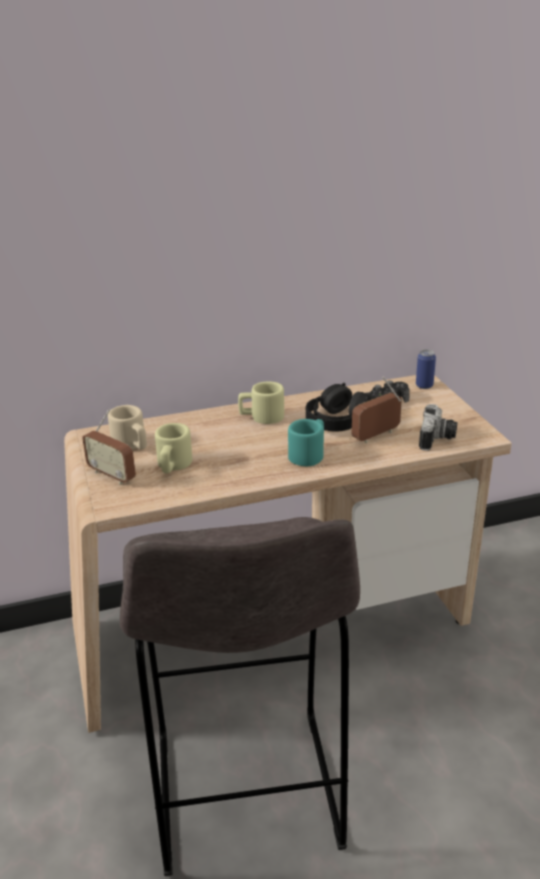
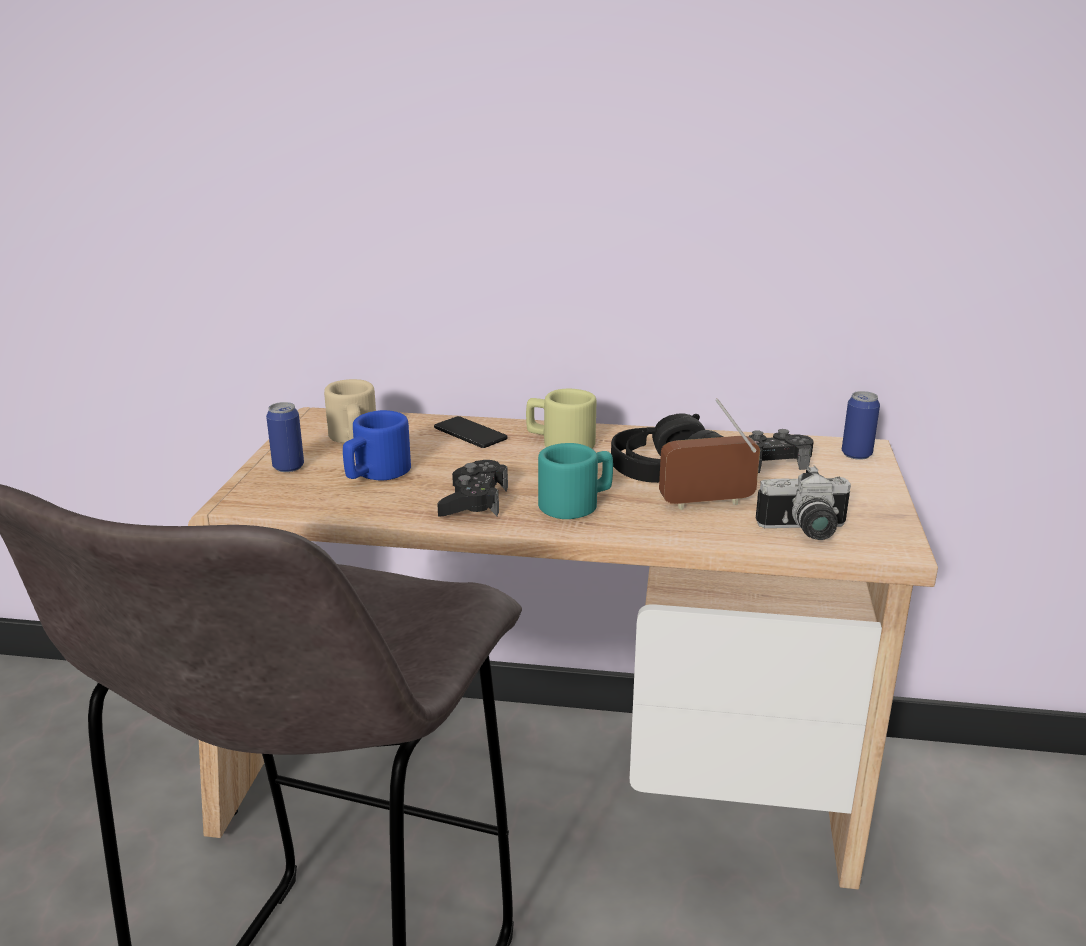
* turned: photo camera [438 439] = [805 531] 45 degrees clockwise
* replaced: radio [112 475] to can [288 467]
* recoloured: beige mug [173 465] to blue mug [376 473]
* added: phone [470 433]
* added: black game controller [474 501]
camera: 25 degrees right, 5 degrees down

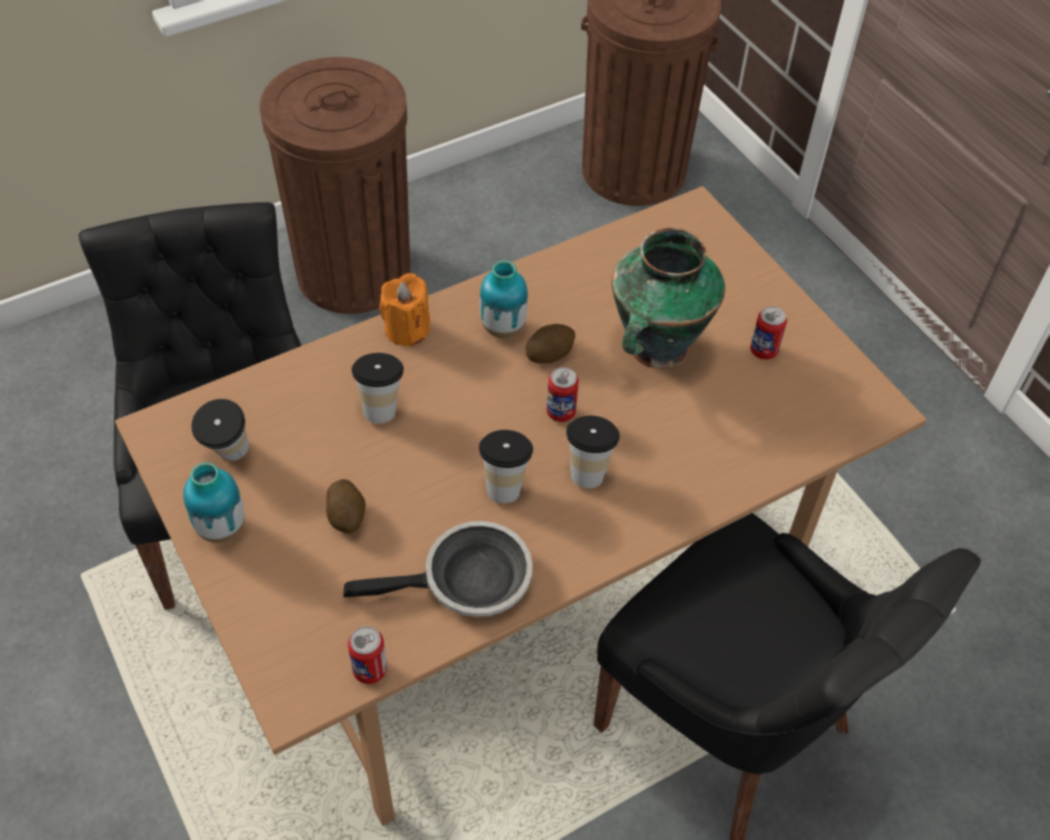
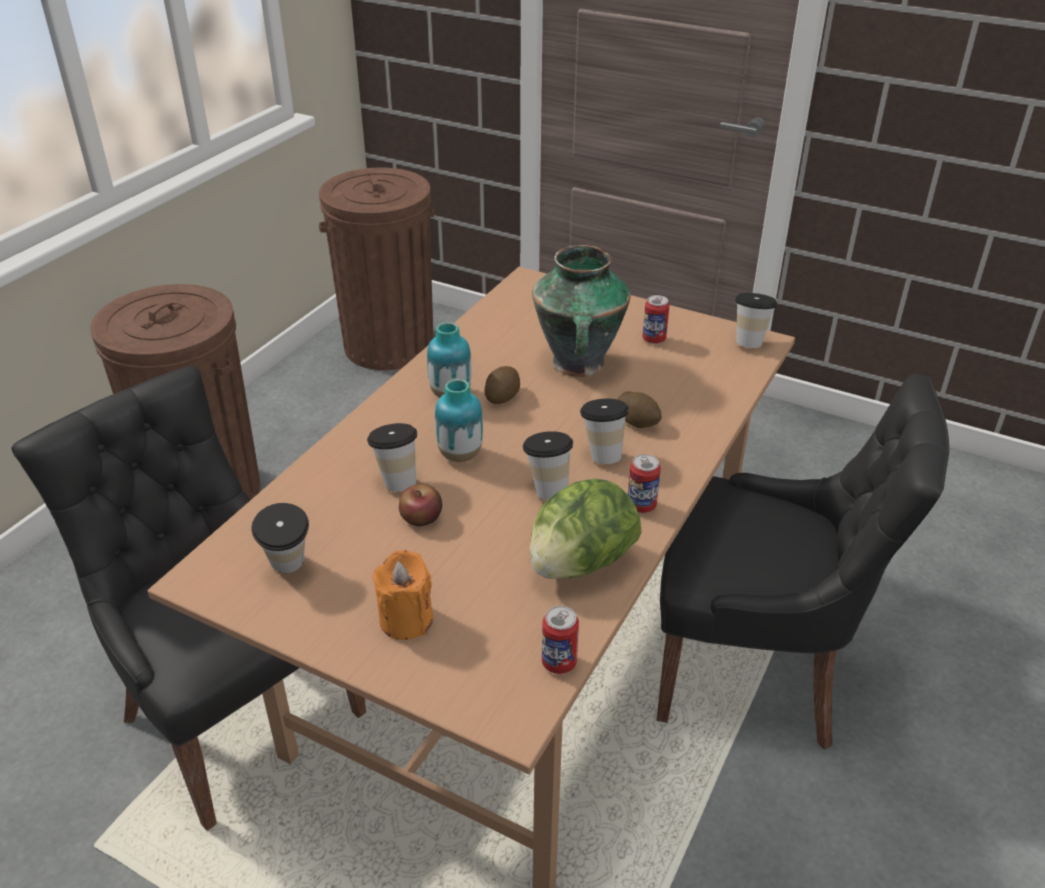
* moved: orange candle [407 329] to [406 620]
* moved: can [561 412] to [641 505]
* moved: vase [221 528] to [460 455]
* moved: potato [347 516] to [637 421]
* replaced: frying pan [468 581] to lettuce [580 563]
* added: cup [749 341]
* added: apple [421 518]
camera: 30 degrees left, 15 degrees down

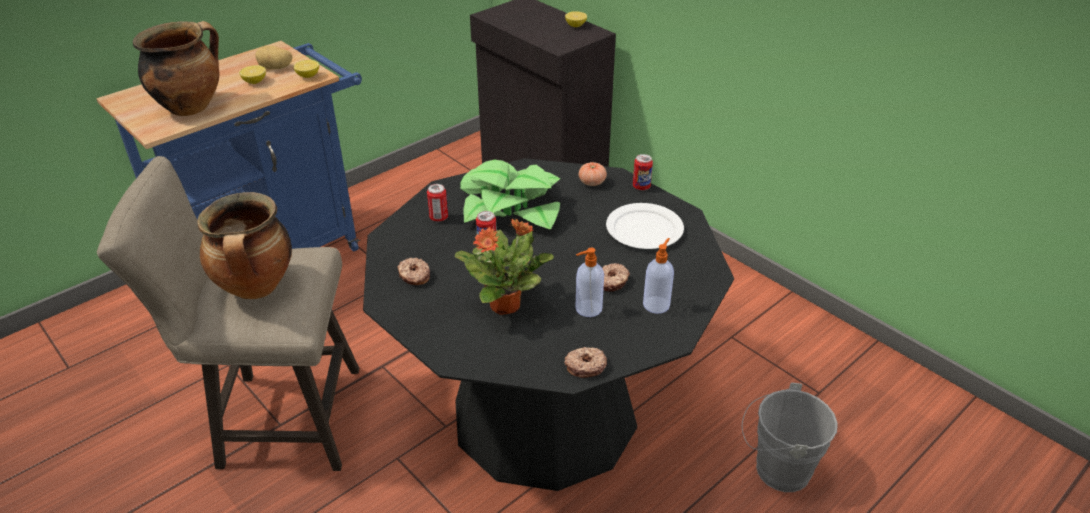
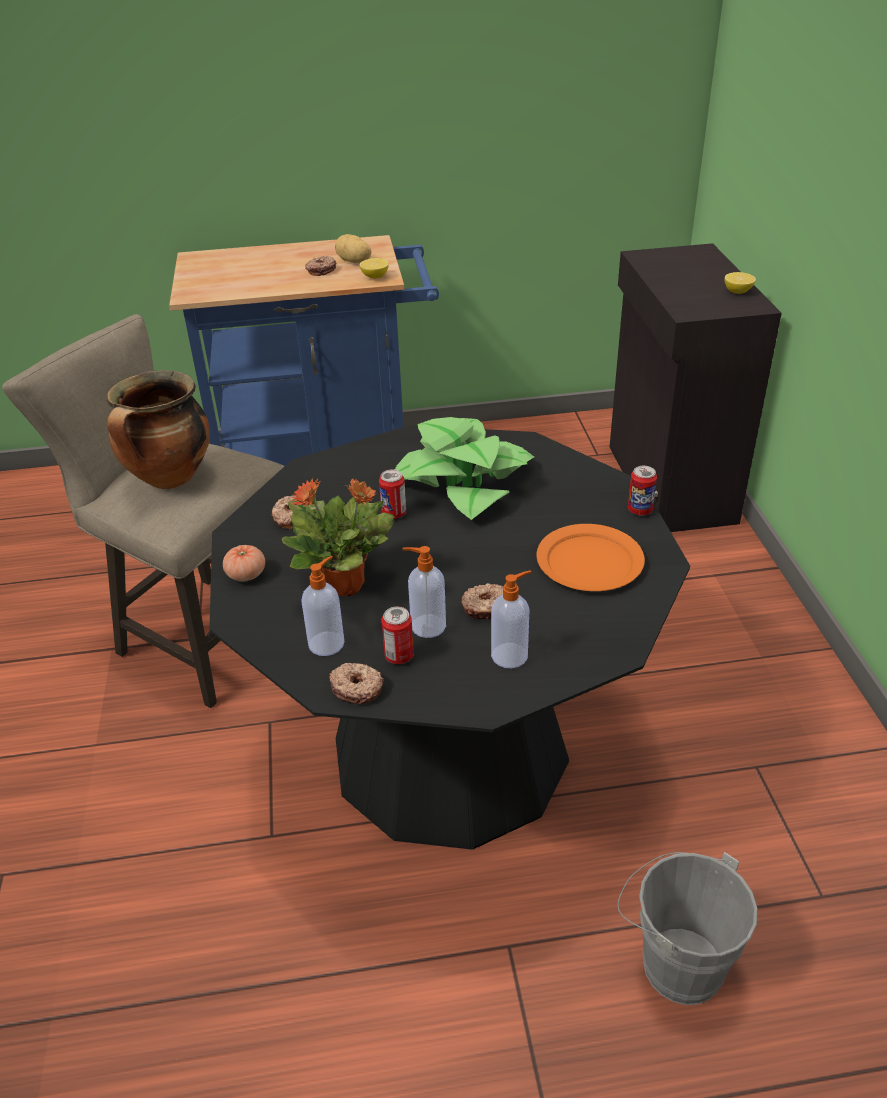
* removed: cooking pot [191 106]
* replaced: lemon [255 82] to donut [321 270]
* moved: tomato [592 182] to [246 574]
* moved: can [439 217] to [399 656]
* recoloured: white plate [643 229] to orange plate [589 561]
* added: soap dispenser [327 643]
camera: 35 degrees right, 0 degrees up

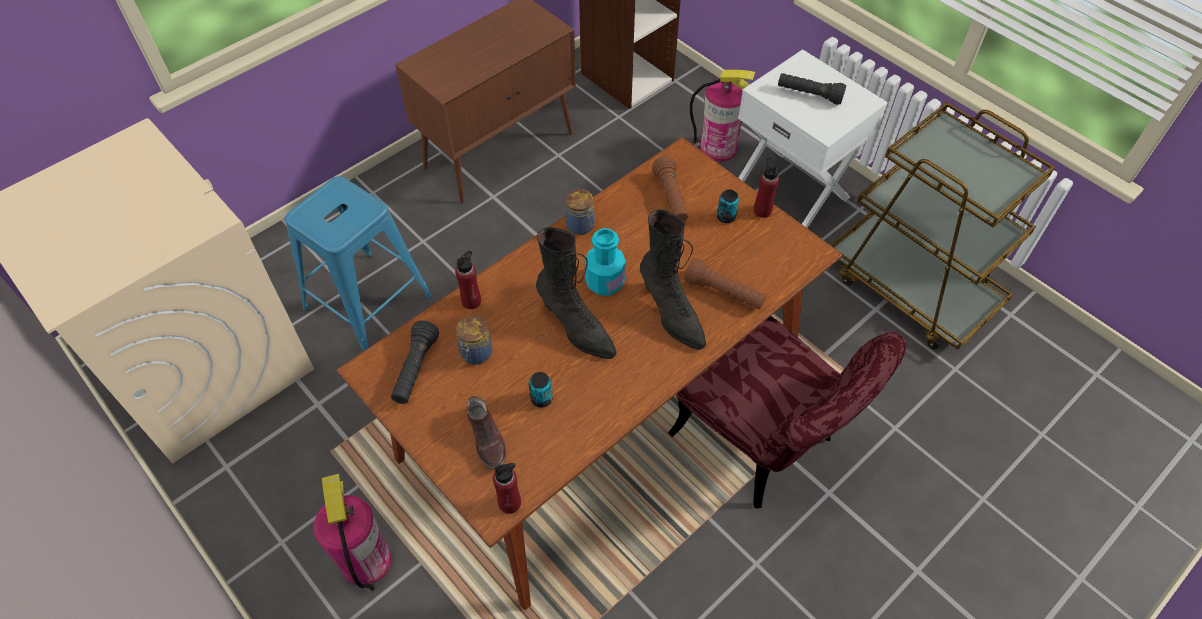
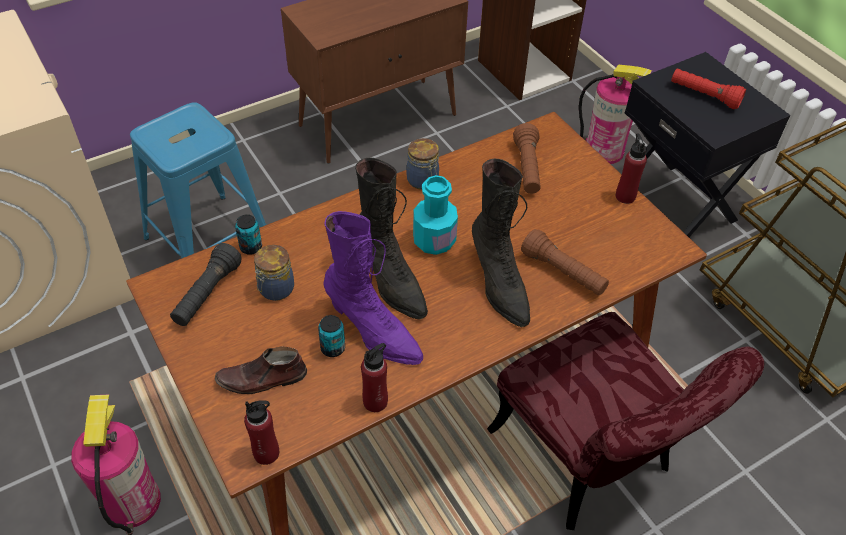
* recoloured: white nightstand [791 193] to black nightstand [674 206]
* recoloured: black flashlight [809 95] to red flashlight [704 96]
* moved: can [726 217] to [251 247]
* moved: red bottle [471 301] to [375 401]
* turned: brown shoe [487 438] = [262 379] 90 degrees clockwise
* added: purple boot [373 332]
camera: 10 degrees right, 5 degrees down

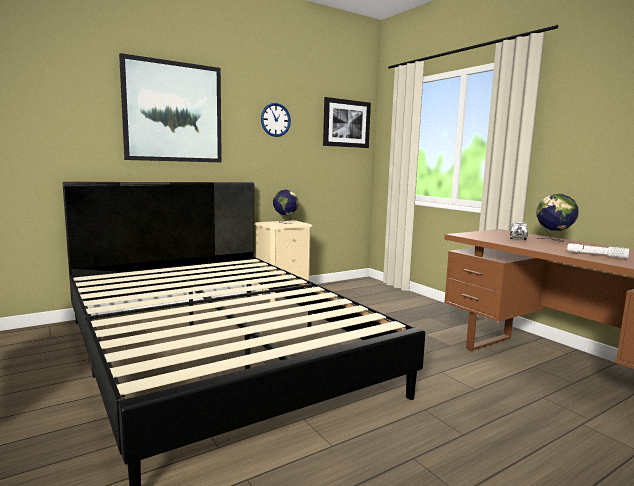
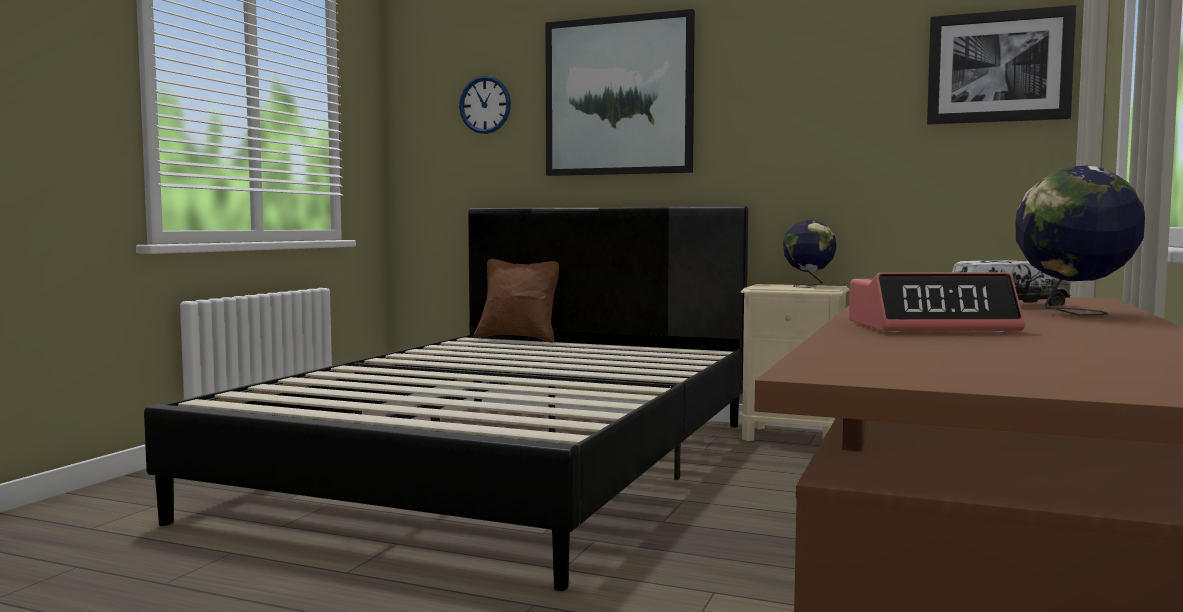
* moved: wall clock [275 120] to [485 105]
* replaced: white flashlight [596 255] to alarm clock [931 327]
* added: brown pillow [519 339]
camera: 55 degrees right, 5 degrees down

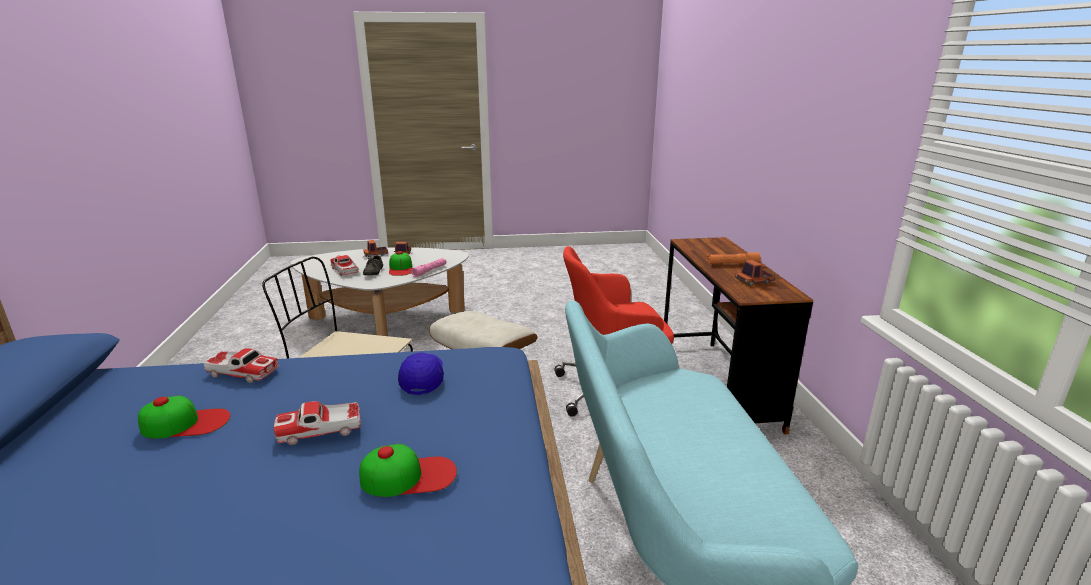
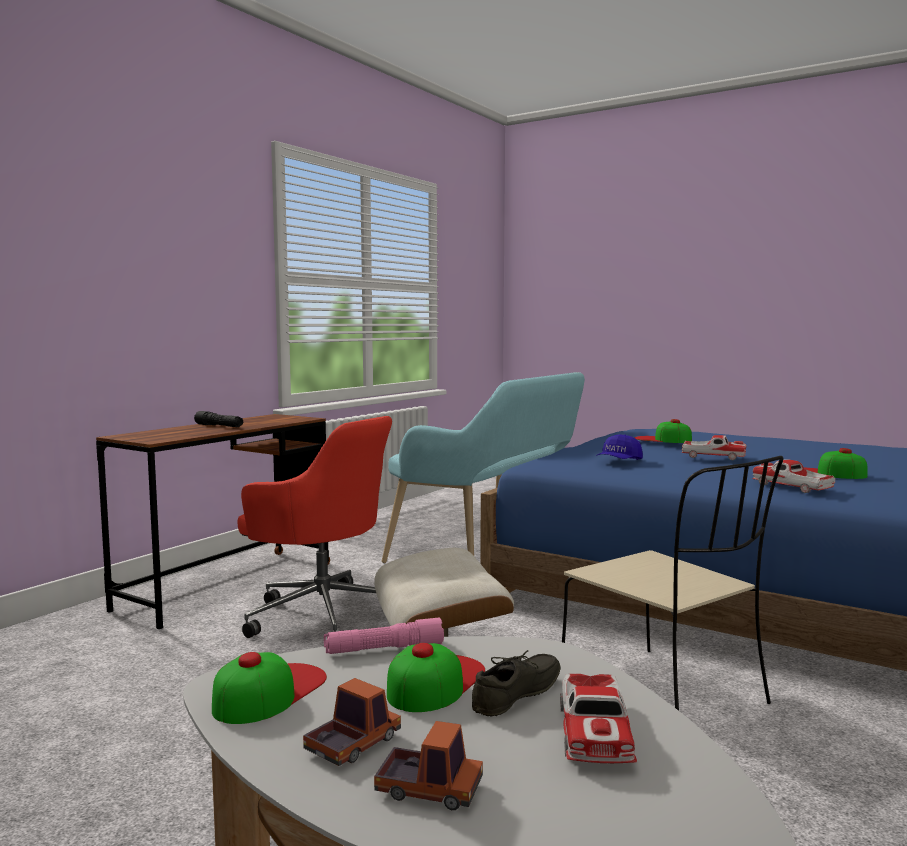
* recoloured: orange flashlight [732 264] to black flashlight [219 426]
* removed: toy truck [754 281]
* added: cap [269 692]
camera: 140 degrees left, 15 degrees down

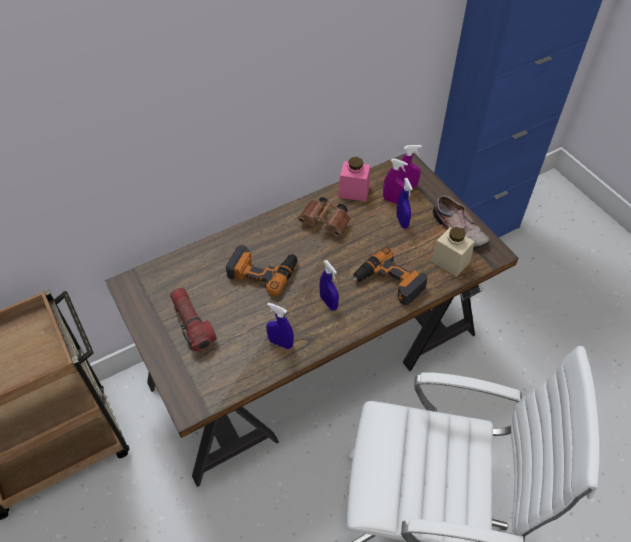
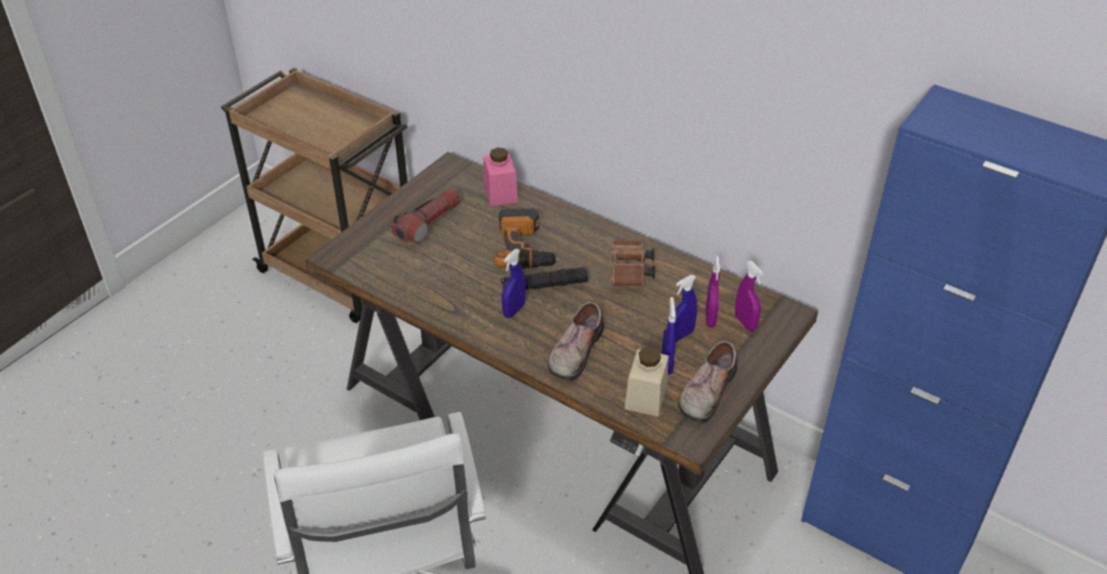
* moved: pink jar [353 191] to [500 193]
* replaced: power drill [389 283] to shoe [574 351]
* moved: blue spray bottle [280 343] to [667 364]
* added: black flashlight [544 285]
camera: 65 degrees right, 10 degrees down

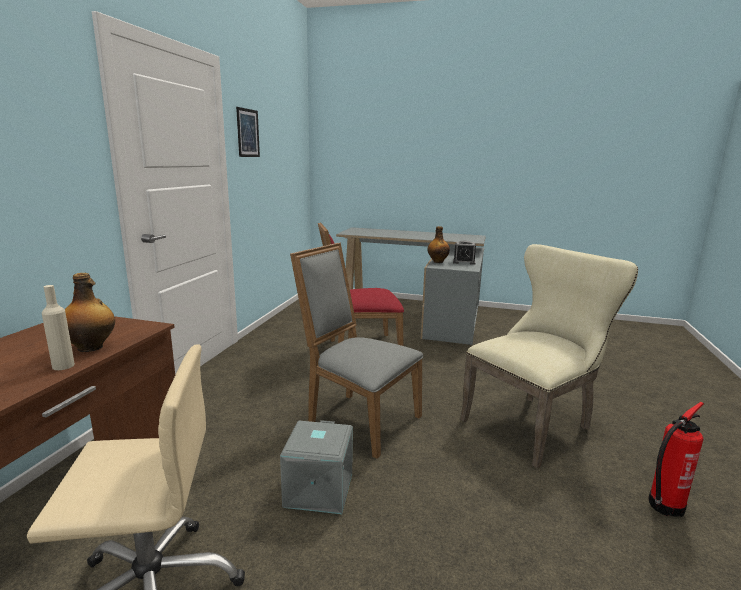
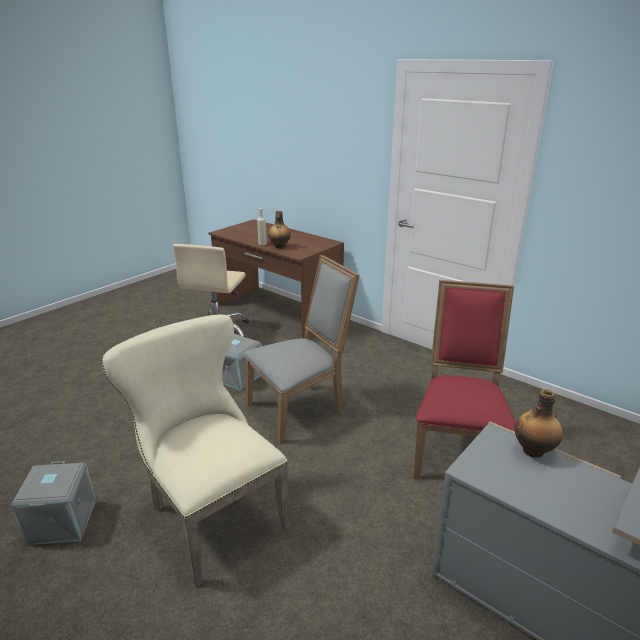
* removed: picture [248 133]
* removed: alarm clock [464 262]
* turned: beige chair [533 423] = [210 514] 150 degrees clockwise
* replaced: fire extinguisher [663 506] to grey storage box [63 522]
camera: 115 degrees right, 10 degrees up

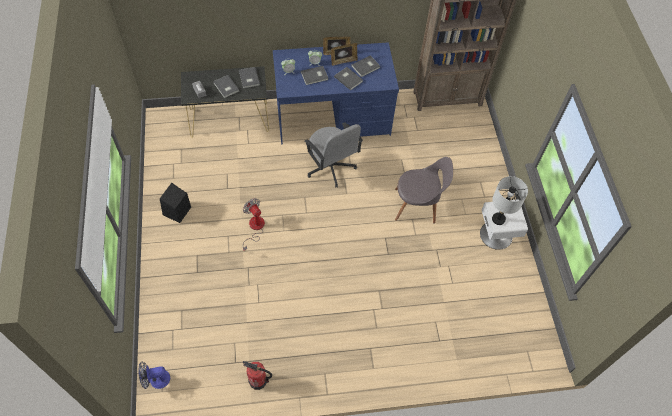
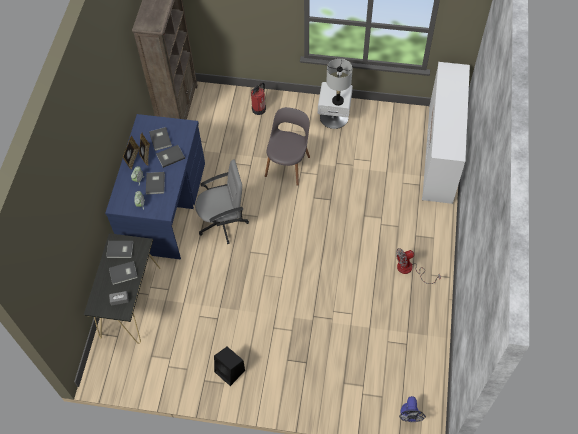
* moved: fan [254 228] to [410 270]
* moved: fire extinguisher [258 380] to [259 109]
* added: white dresser [440 154]
camera: 70 degrees left, 0 degrees up

